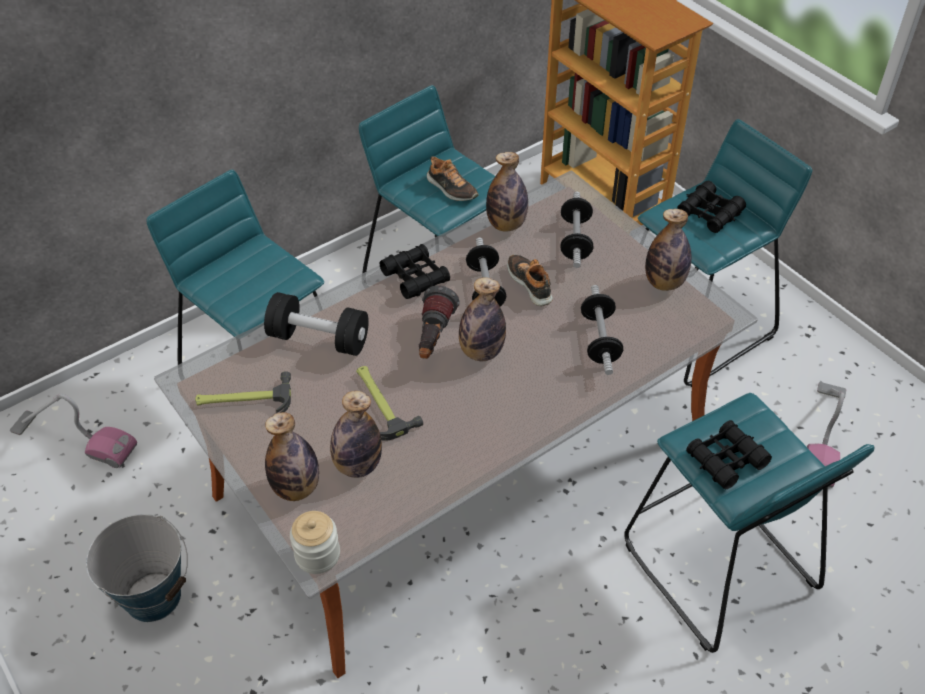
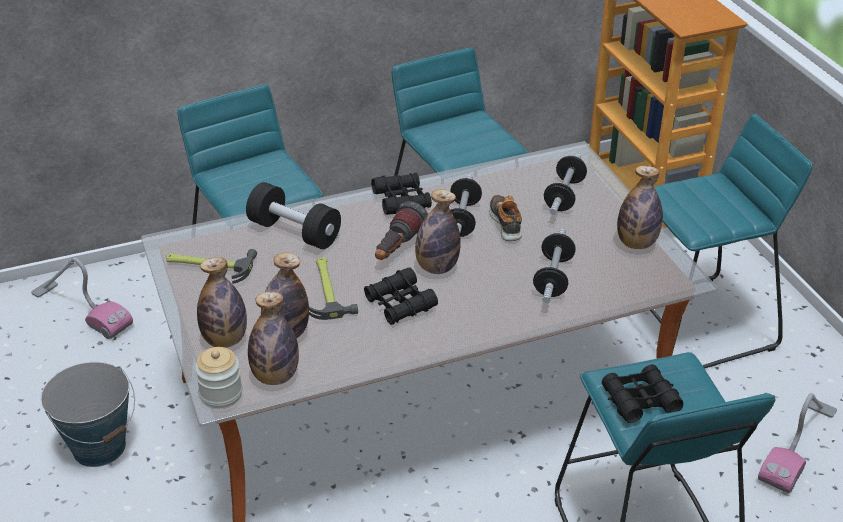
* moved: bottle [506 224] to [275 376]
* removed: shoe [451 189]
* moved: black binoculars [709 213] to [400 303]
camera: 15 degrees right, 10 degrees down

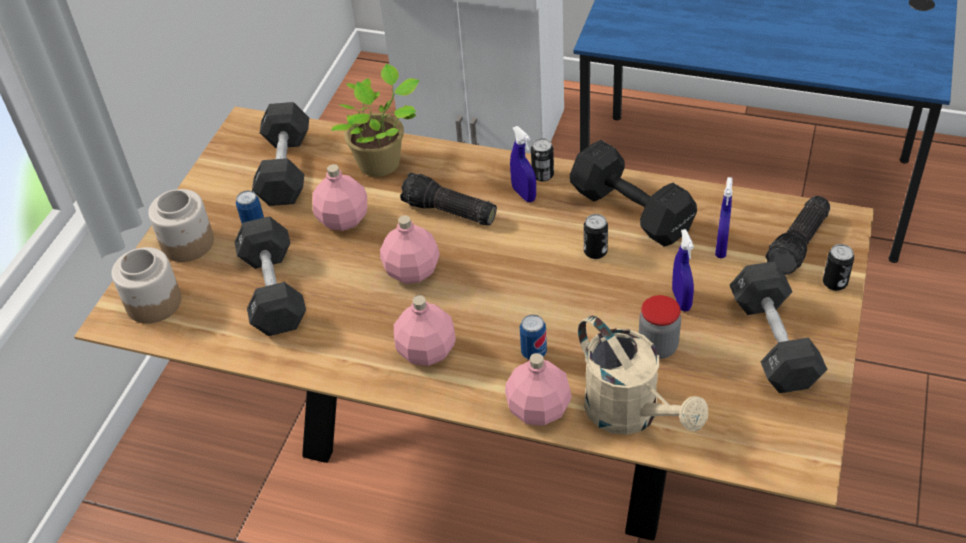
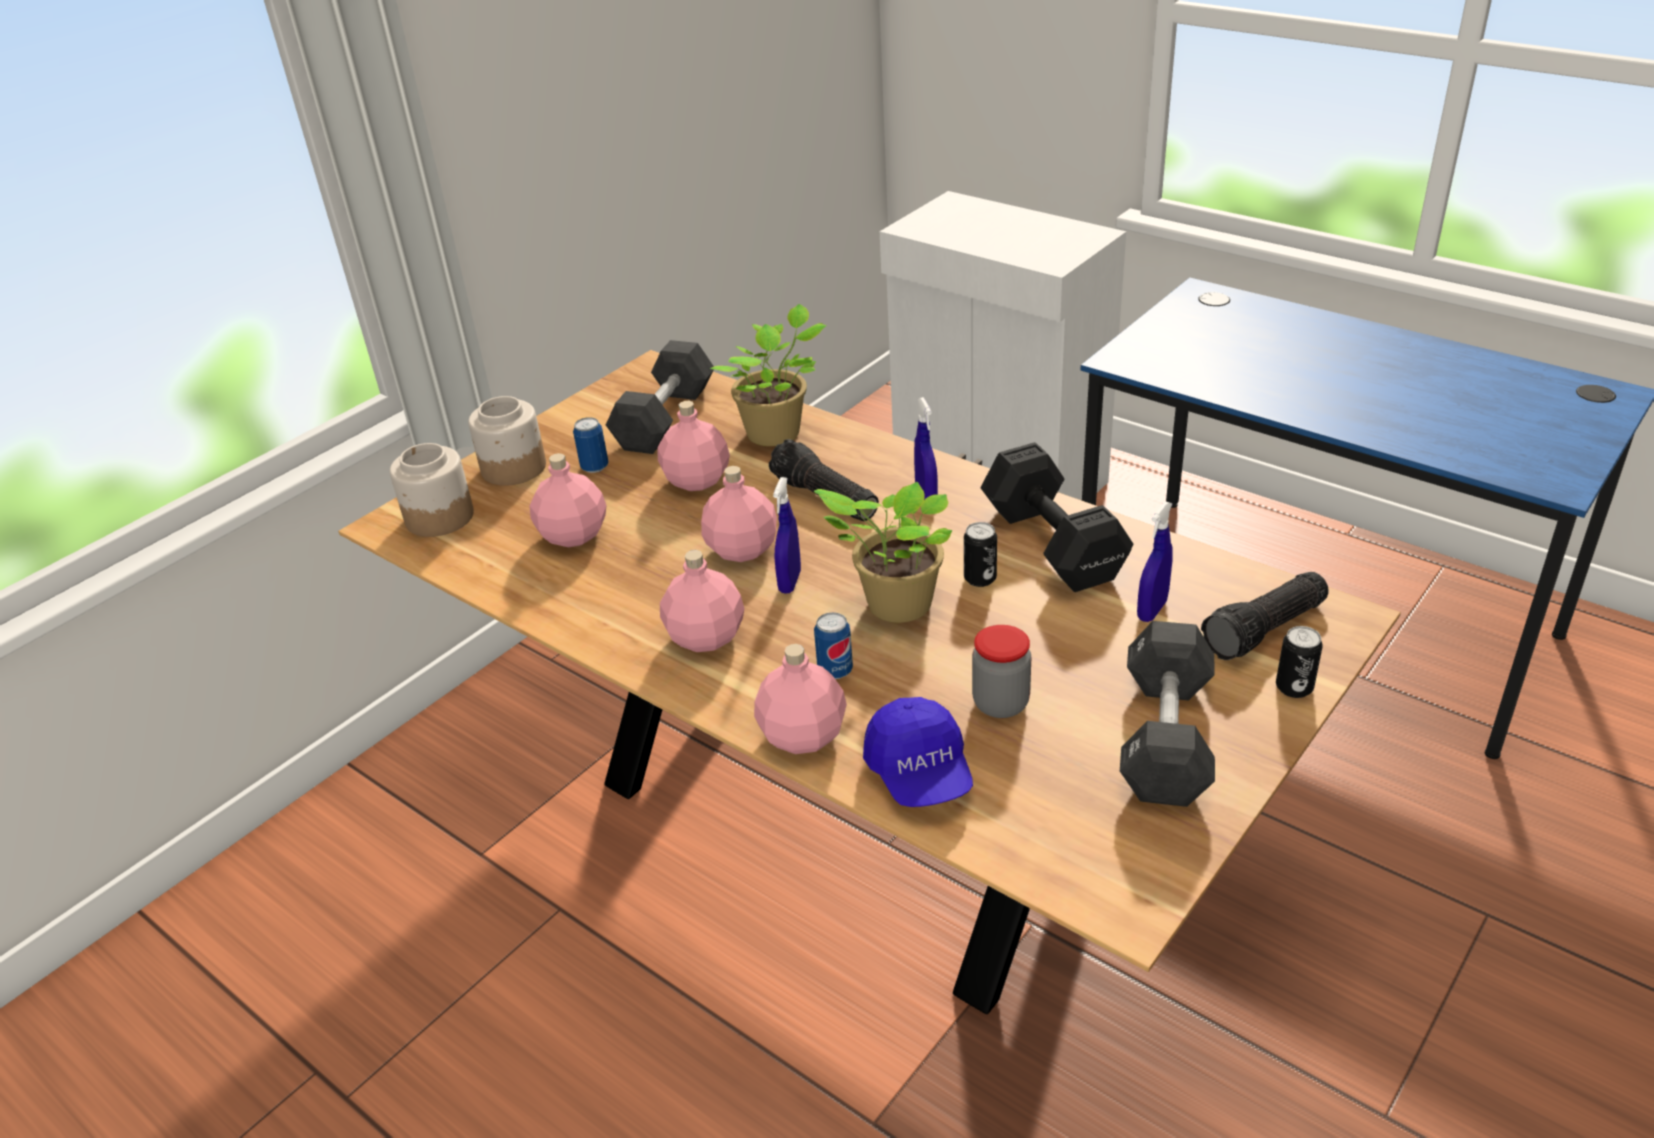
* removed: can [542 175]
* replaced: black dumbbell [273 291] to pink bottle [573 534]
* moved: blue spray bottle [681 300] to [790 582]
* replaced: beige watering can [631 414] to blue cap [920 773]
* added: potted plant [894 605]
camera: 20 degrees right, 10 degrees down

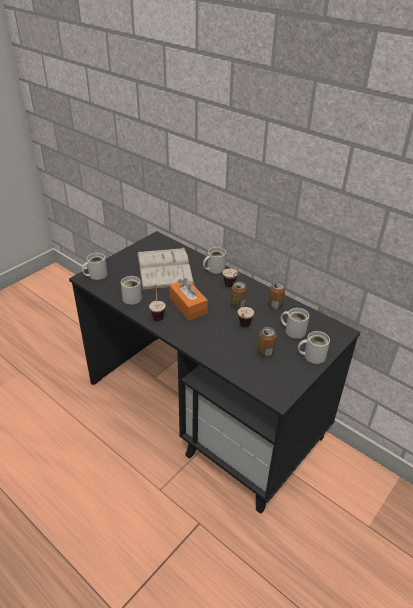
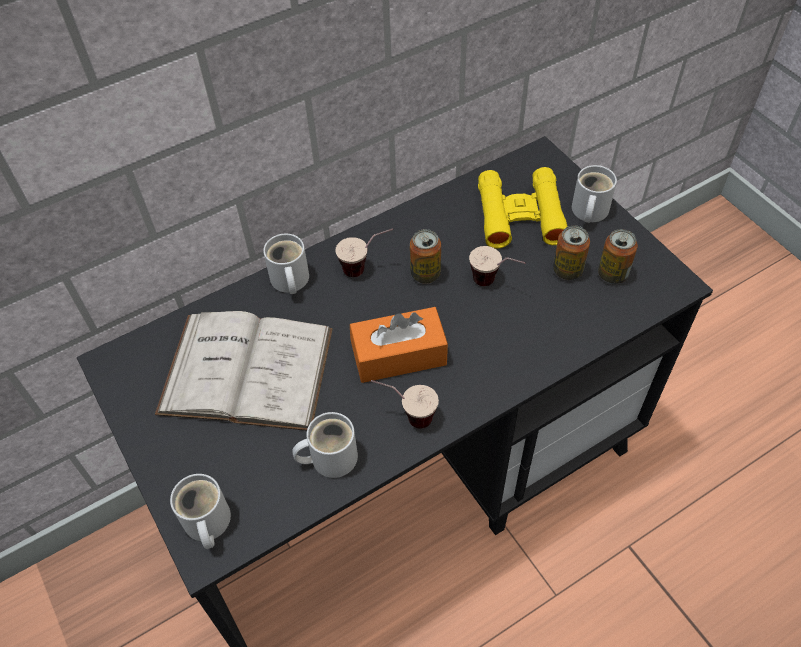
* moved: can [275 306] to [612 274]
* replaced: white mug [293 330] to yellow binoculars [520 215]
camera: 70 degrees left, 15 degrees up

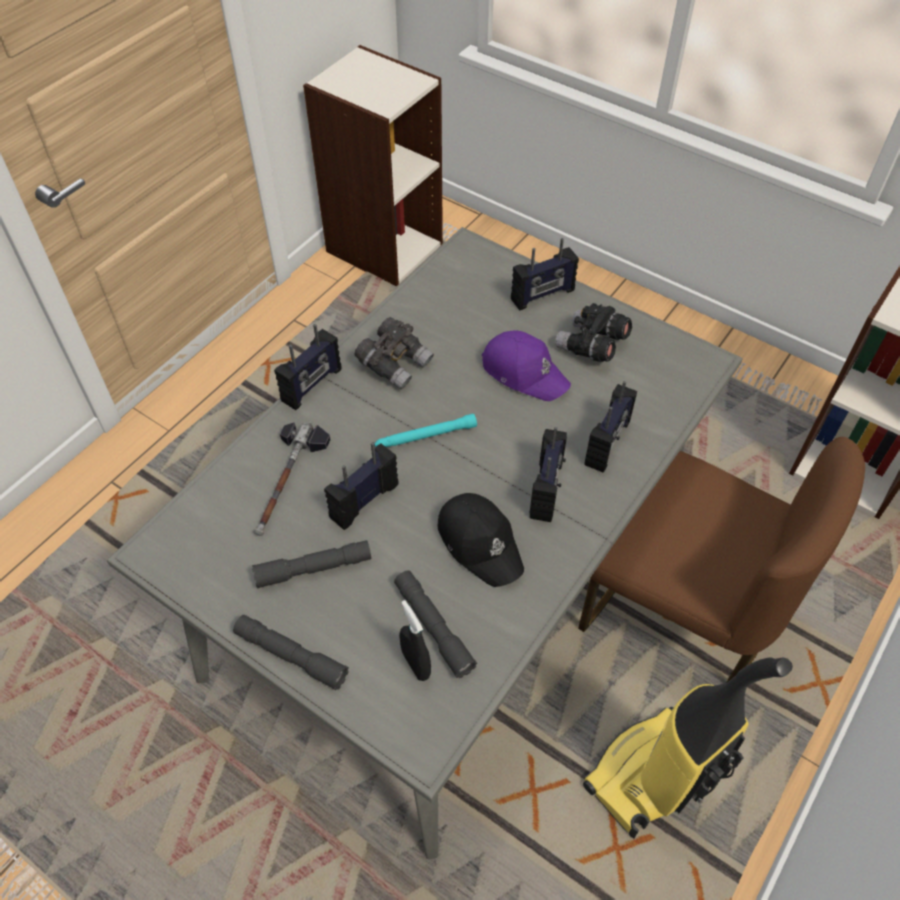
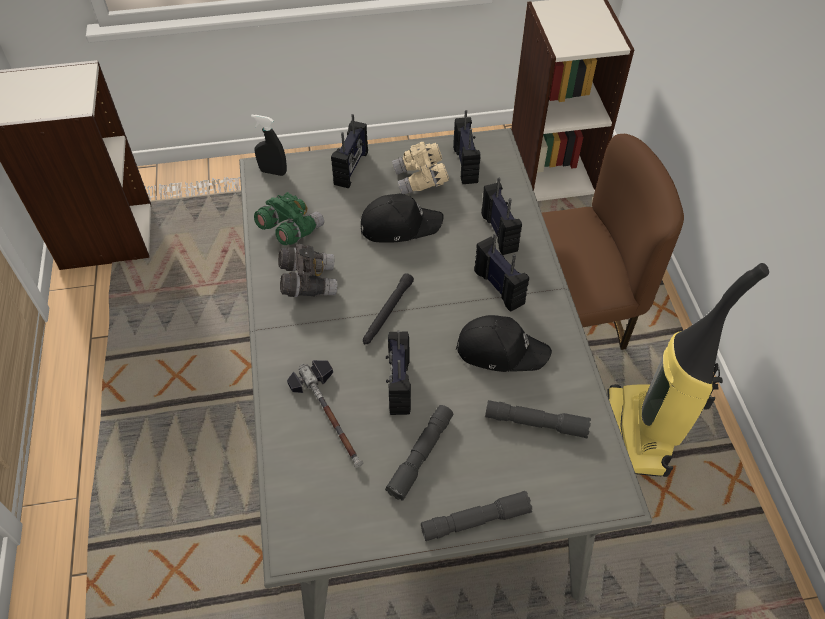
* recoloured: black binoculars [591 346] to beige binoculars [420 180]
* moved: radio [312 385] to [466 164]
* recoloured: purple cap [524 372] to black cap [399 225]
* recoloured: turquoise flashlight [425 436] to black flashlight [387 313]
* moved: black spray bottle [416 664] to [273 172]
* added: green binoculars [290 229]
camera: 45 degrees left, 0 degrees up

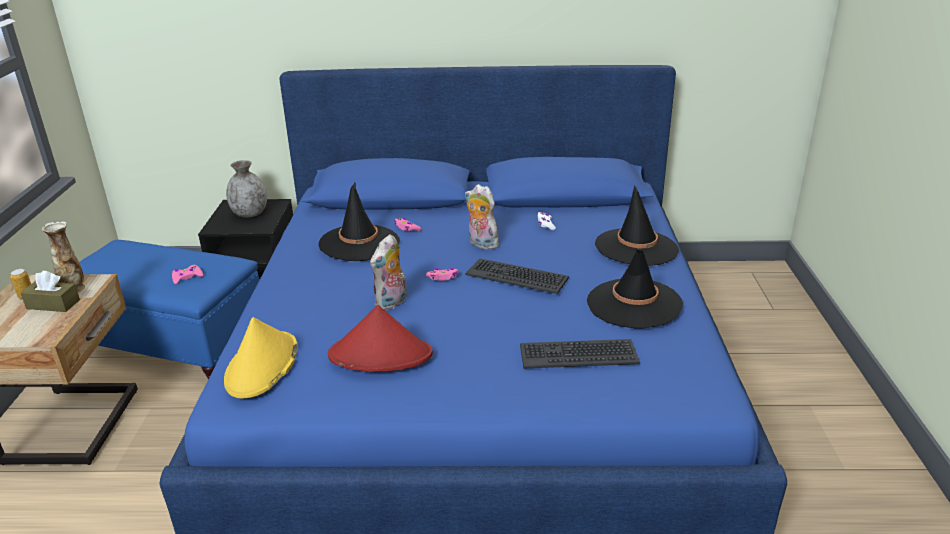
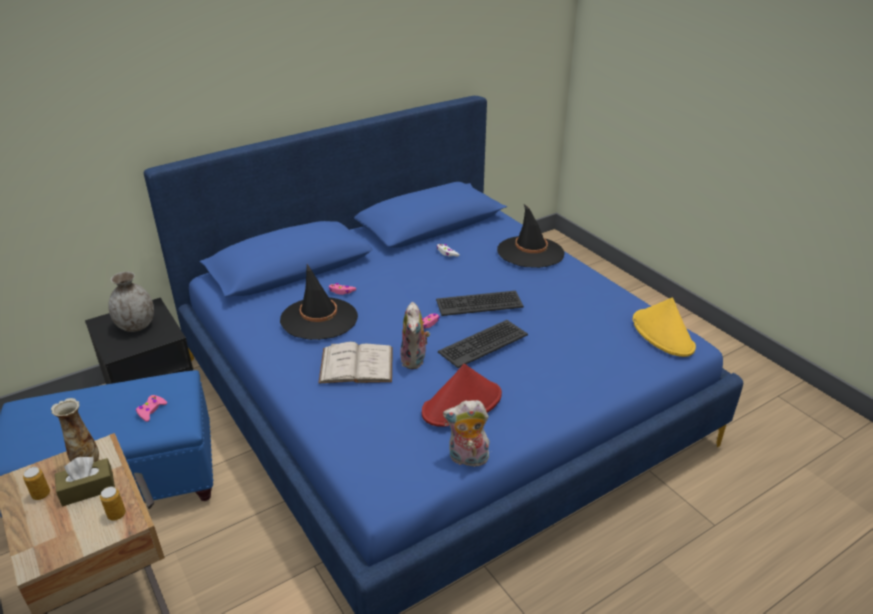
* moved: plush toy [481 244] to [467 459]
* removed: black hat [634 304]
* moved: yellow hat [262 366] to [663 334]
* moved: keyboard [578 354] to [482 343]
* added: white book [356 365]
* added: can [116 514]
camera: 35 degrees left, 5 degrees up

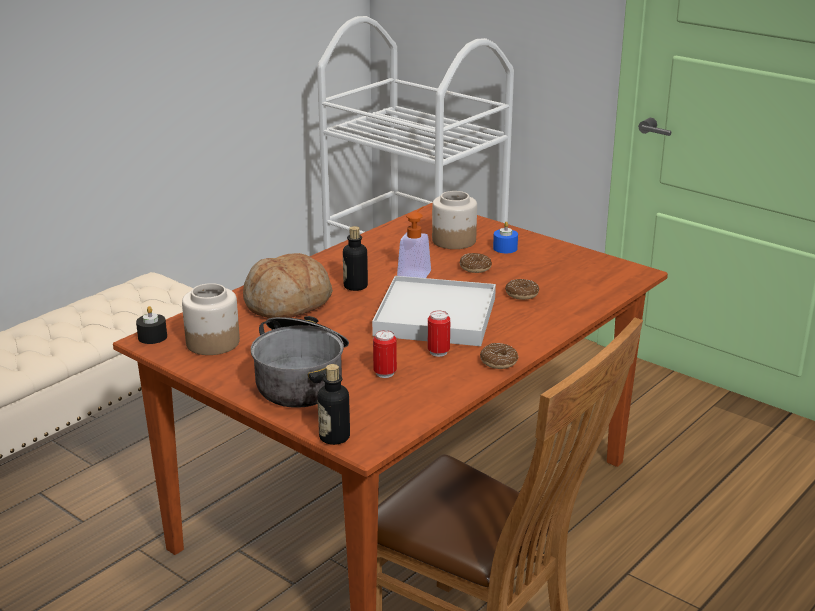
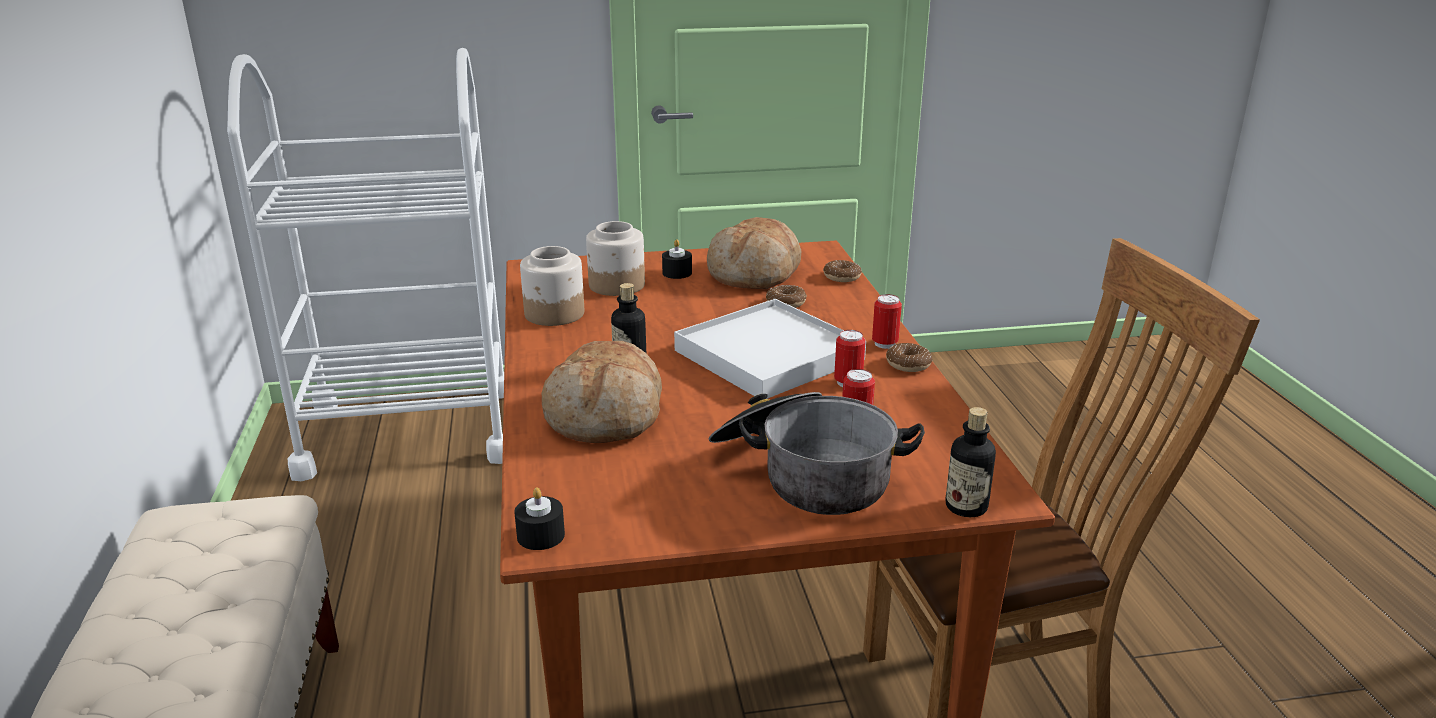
* removed: soap dispenser [416 273]
* recoloured: blue candle [505 248] to black candle [677 273]
* moved: donut [475 268] to [842 277]
* moved: jar [212 343] to [554 314]
* added: bread [754 274]
* added: can [884 344]
camera: 50 degrees left, 0 degrees up

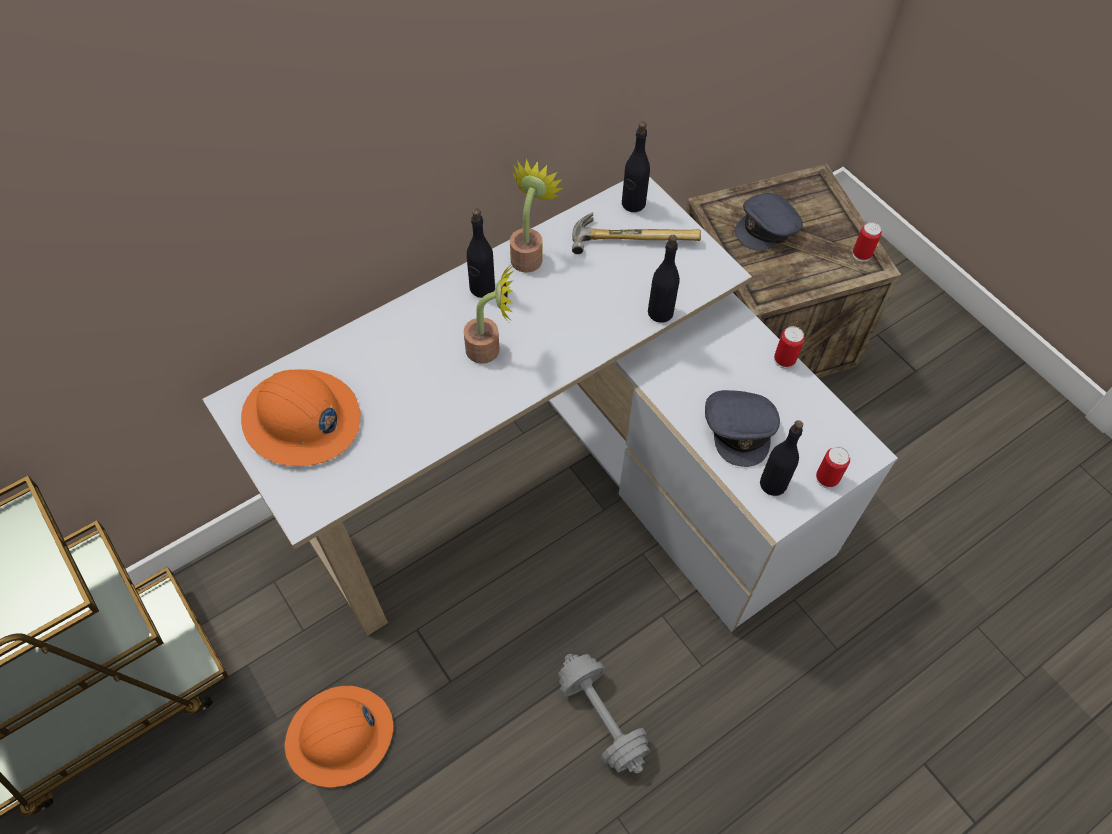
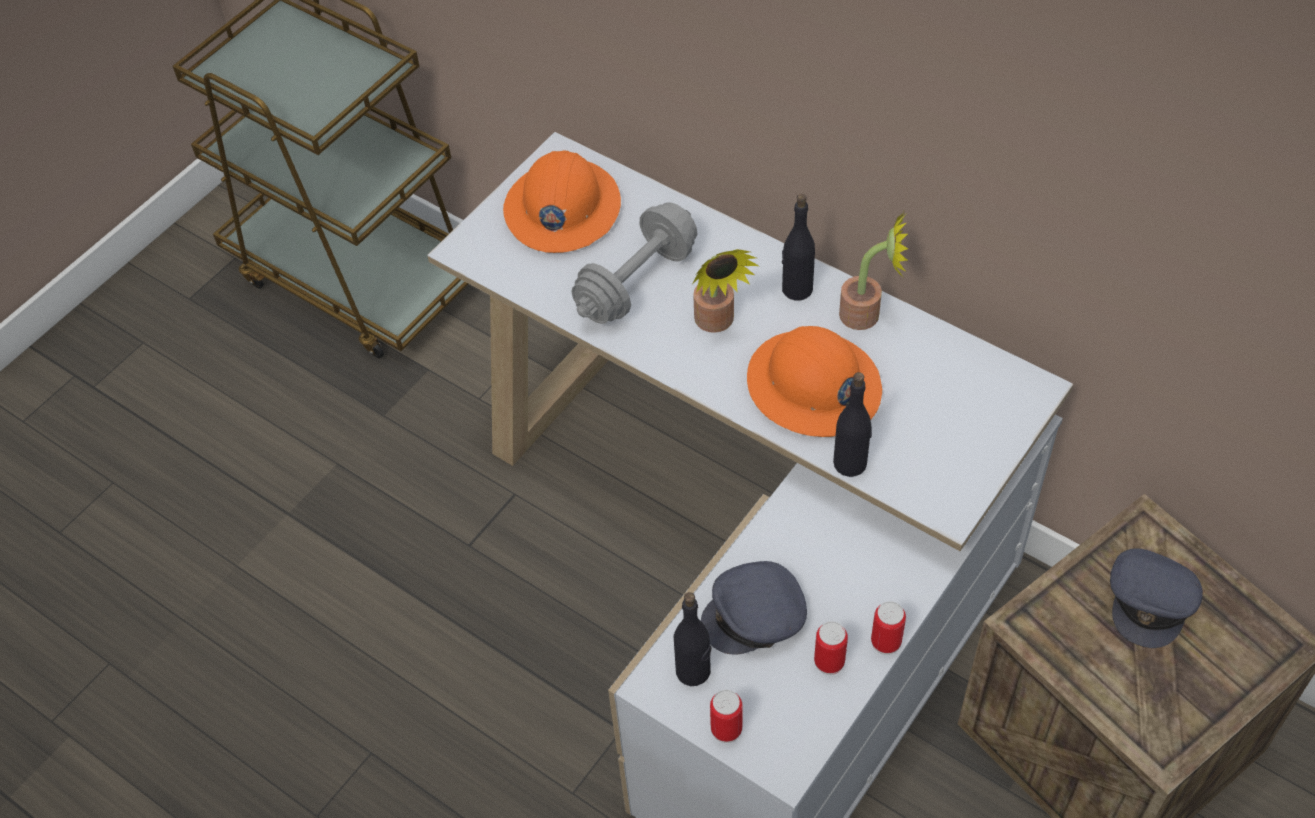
* removed: black bottle [633 204]
* turned: grey cap [768 228] = [1150 601] 105 degrees counterclockwise
* removed: hammer [634 235]
* moved: can [861 254] to [829 661]
* moved: grey dumbbell [601 718] to [637 282]
* moved: orange hard hat [340 737] to [813 387]
camera: 75 degrees right, 5 degrees down

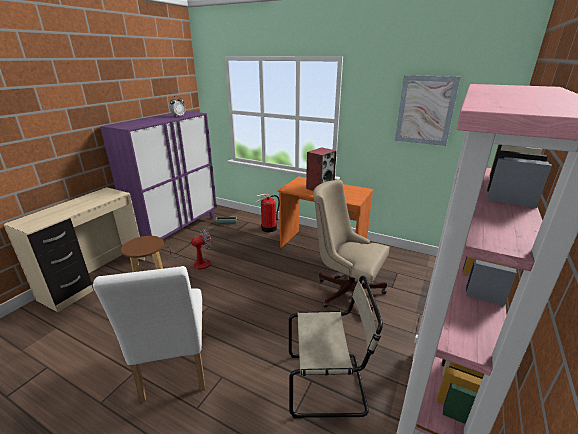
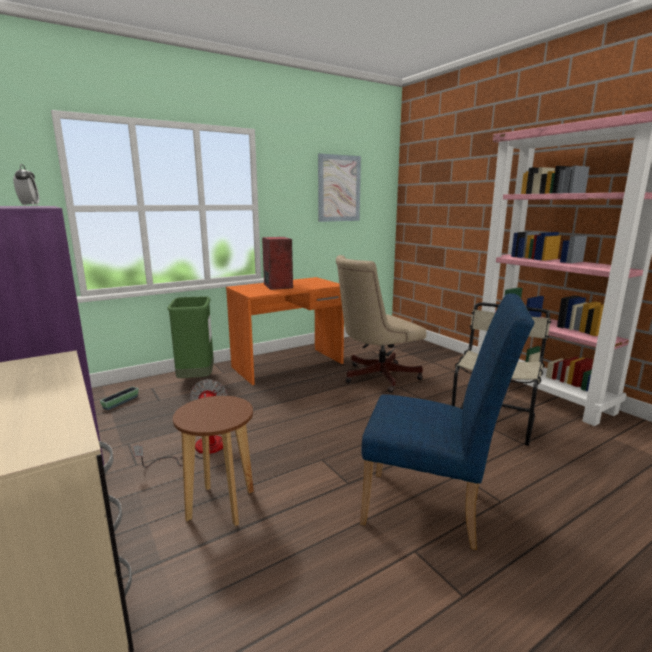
* replaced: fire extinguisher [269 228] to green trash can [196 380]
* recoloured: white chair [174 371] to blue chair [432 509]
camera: 60 degrees left, 10 degrees down

